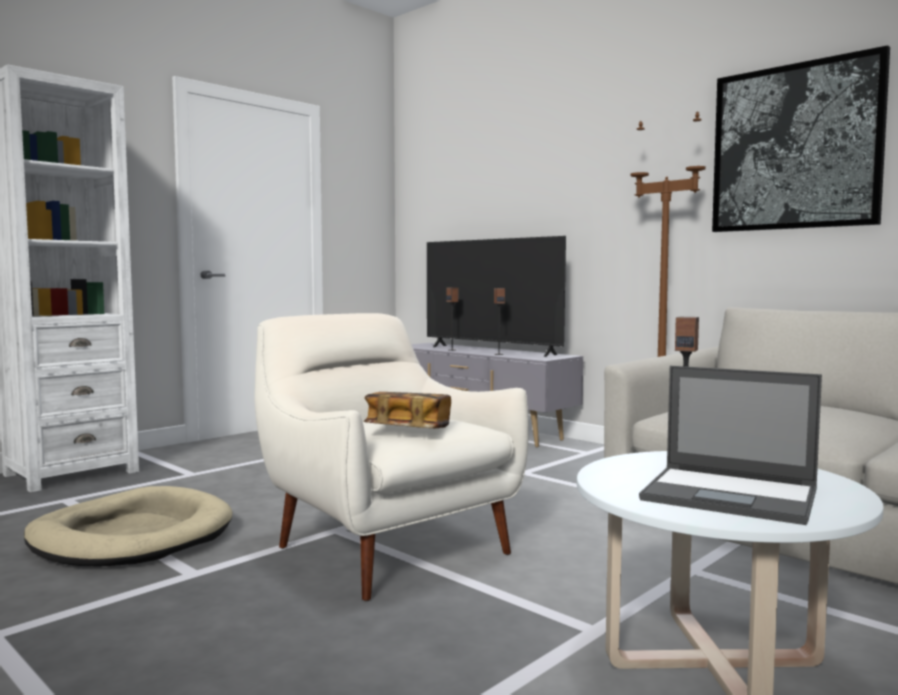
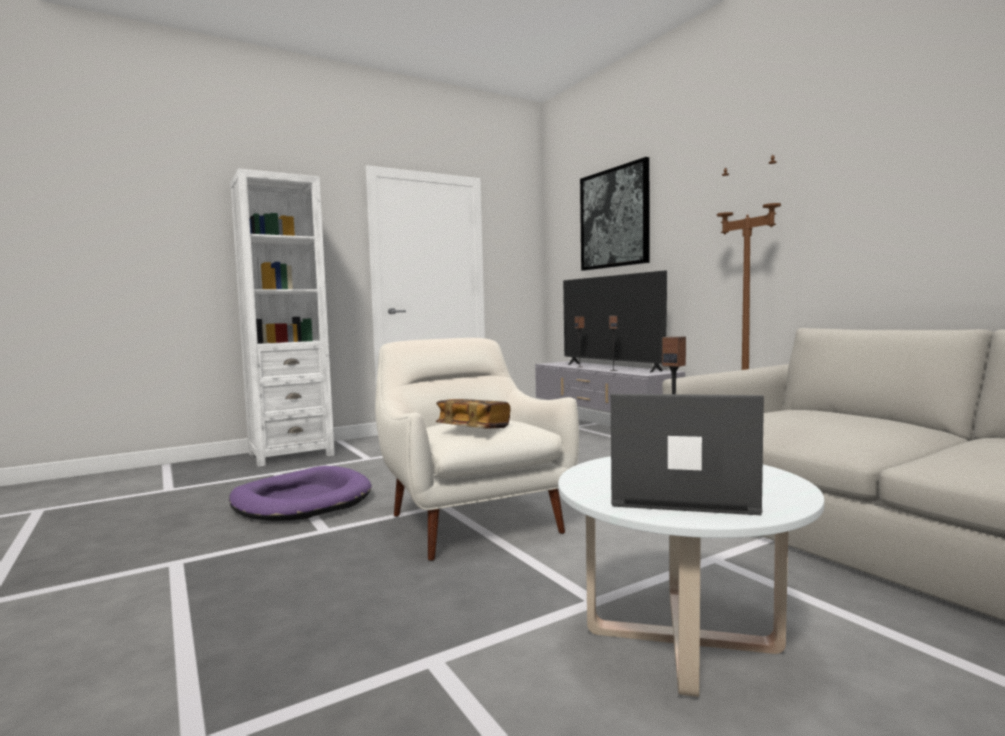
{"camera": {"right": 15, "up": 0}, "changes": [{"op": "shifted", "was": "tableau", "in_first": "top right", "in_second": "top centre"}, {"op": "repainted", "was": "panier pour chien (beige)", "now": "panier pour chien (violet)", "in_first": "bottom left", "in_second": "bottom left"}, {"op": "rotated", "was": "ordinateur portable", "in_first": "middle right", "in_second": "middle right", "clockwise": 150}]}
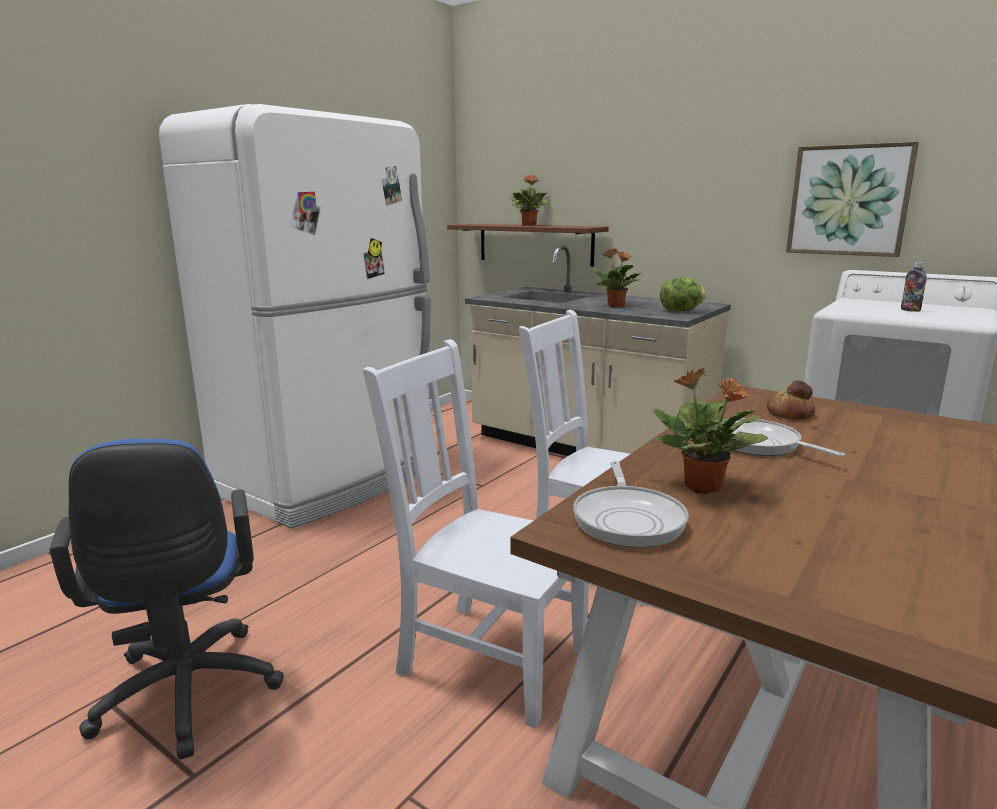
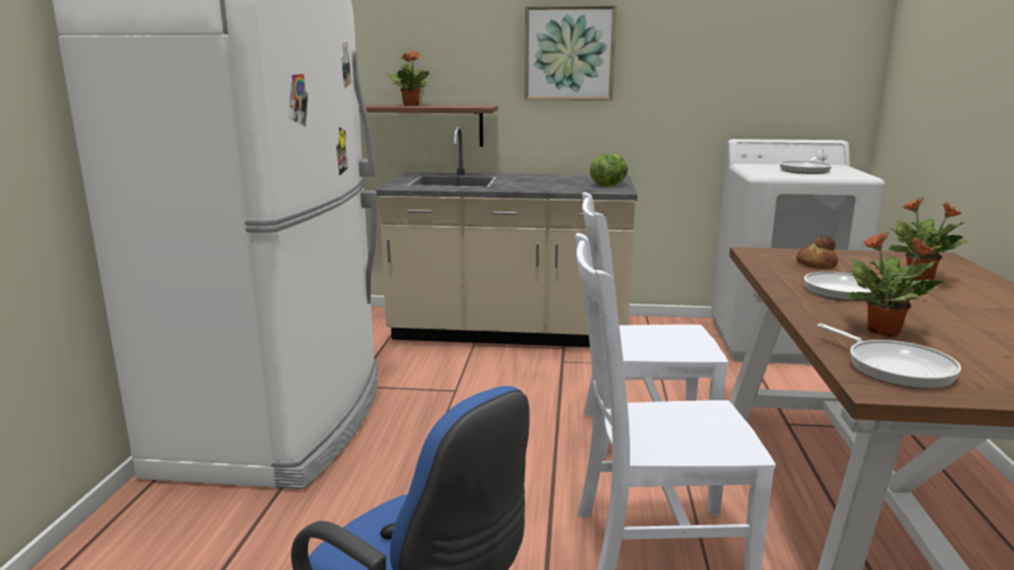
{"camera": {"right": -30, "up": 0}, "changes": [{"op": "shifted", "was": "plante en pot (no. 2 from left in the first image)", "now": "plante en pot (no. 3 from left)", "in_first": "centre", "in_second": "middle right"}, {"op": "shifted", "was": "tableau", "in_first": "top right", "in_second": "top centre"}, {"op": "swapped", "was": "bouteille", "now": "poêle (no. 1 from left)", "in_first": "middle right", "in_second": "top right"}]}
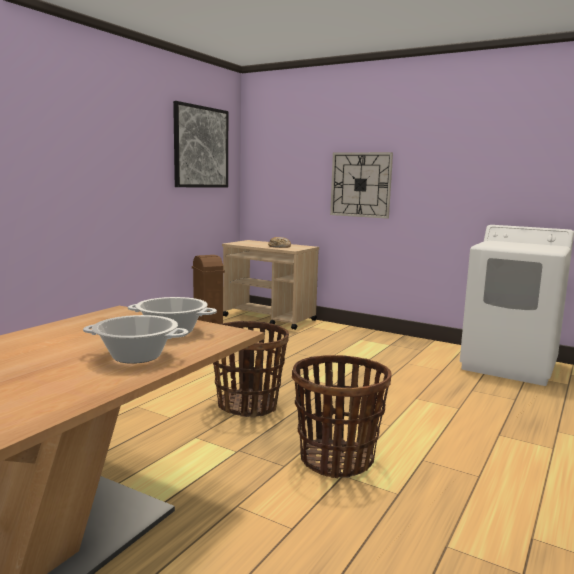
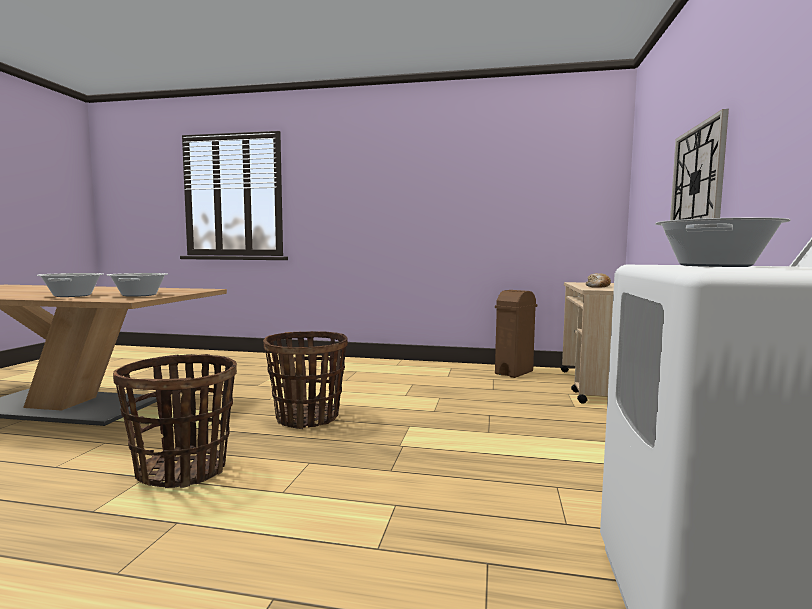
{"camera": {"right": 70, "up": -5}, "changes": [{"op": "gone", "was": "tableau", "in_first": "top centre"}, {"op": "new", "now": "marmite (no. 3 from left)", "in_second": "middle right"}]}
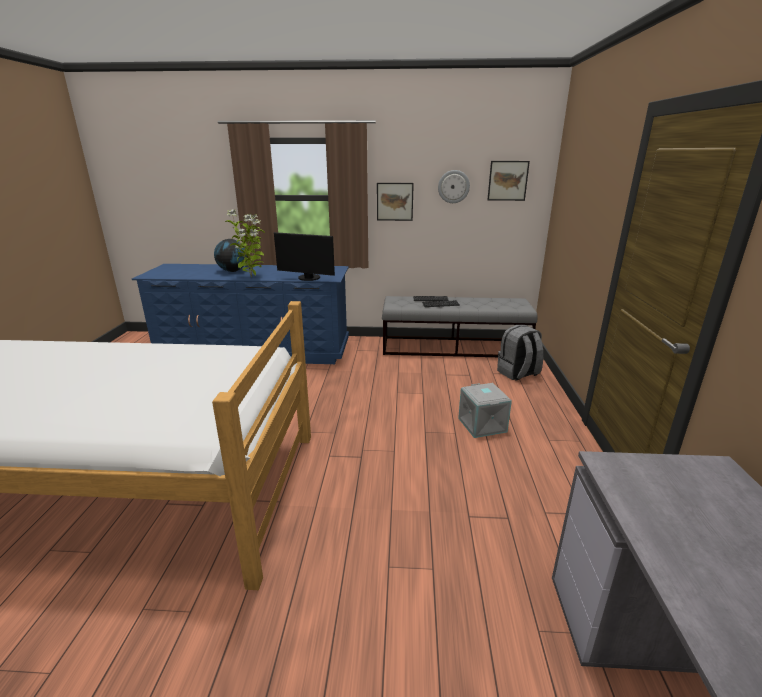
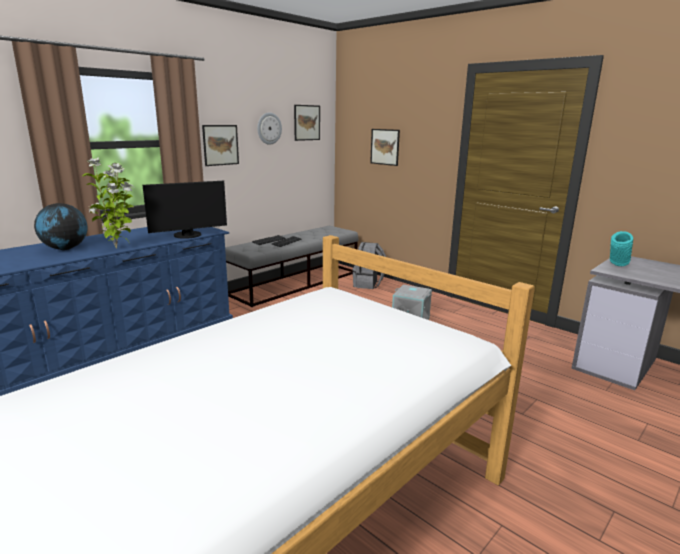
{"camera": {"right": -50, "up": -5}, "changes": [{"op": "new", "now": "tableau (no. 3 from left)", "in_second": "top centre"}, {"op": "new", "now": "vase (turquoise)", "in_second": "middle right"}]}
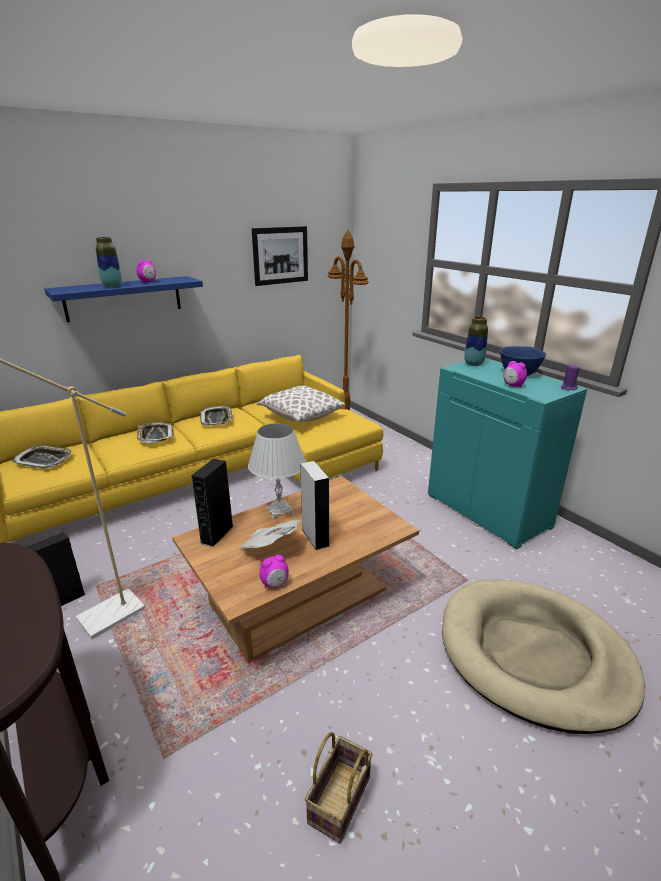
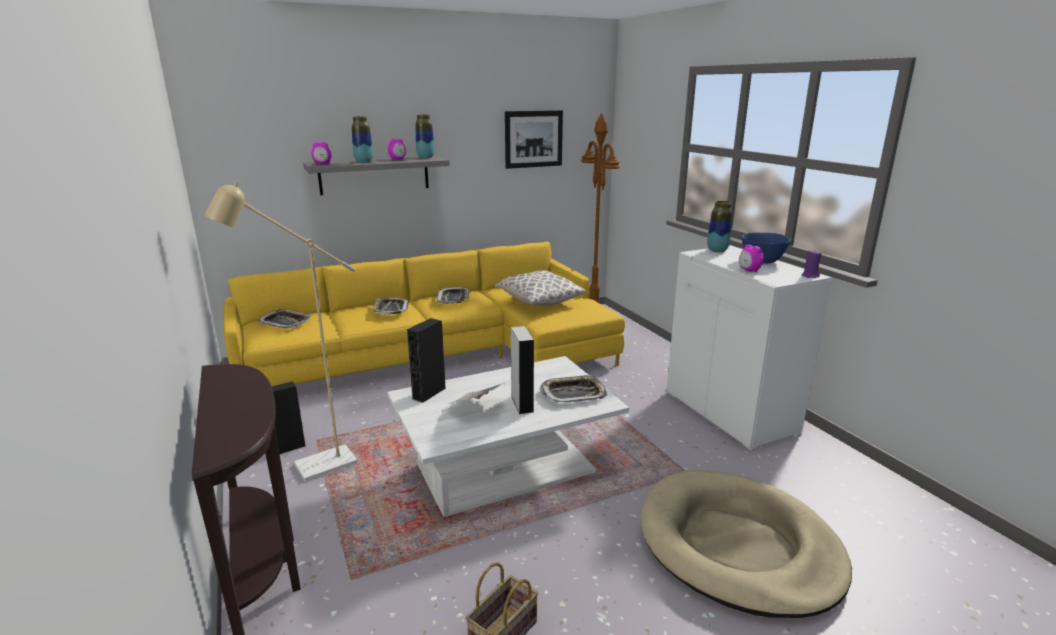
{"camera": {"right": 10, "up": -5}, "changes": [{"op": "gone", "was": "lampe de table (blanc)", "in_first": "centre"}, {"op": "new", "now": "vase (no. 2 from left)", "in_second": "top centre"}, {"op": "new", "now": "plateau (no. 4 from left)", "in_second": "centre"}, {"op": "shifted", "was": "réveil (no. 2 from left in the first image)", "now": "réveil (no. 1 from left)", "in_first": "centre", "in_second": "top left"}, {"op": "repainted", "was": "étagère (bleu)", "now": "étagère (gris)", "in_first": "middle left", "in_second": "top centre"}, {"op": "repainted", "was": "table basse (marron)", "now": "table basse (blanc)", "in_first": "centre", "in_second": "bottom centre"}, {"op": "repainted", "was": "meuble de rangement (turquoise)", "now": "meuble de rangement (blanc)", "in_first": "middle right", "in_second": "middle right"}]}
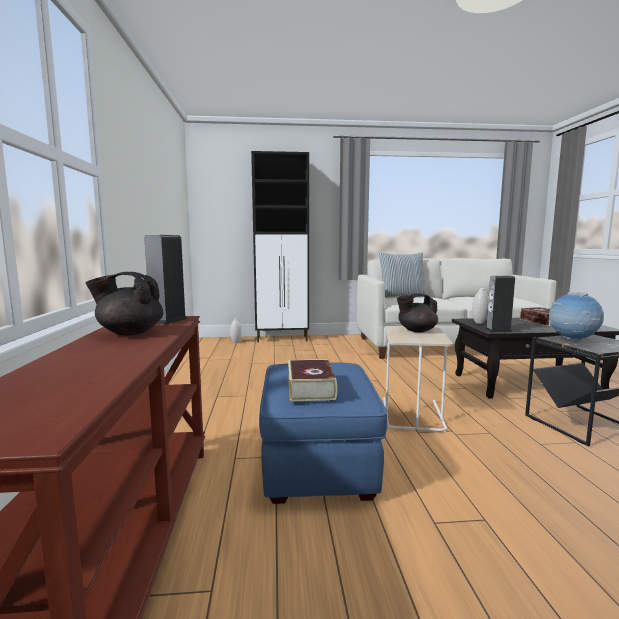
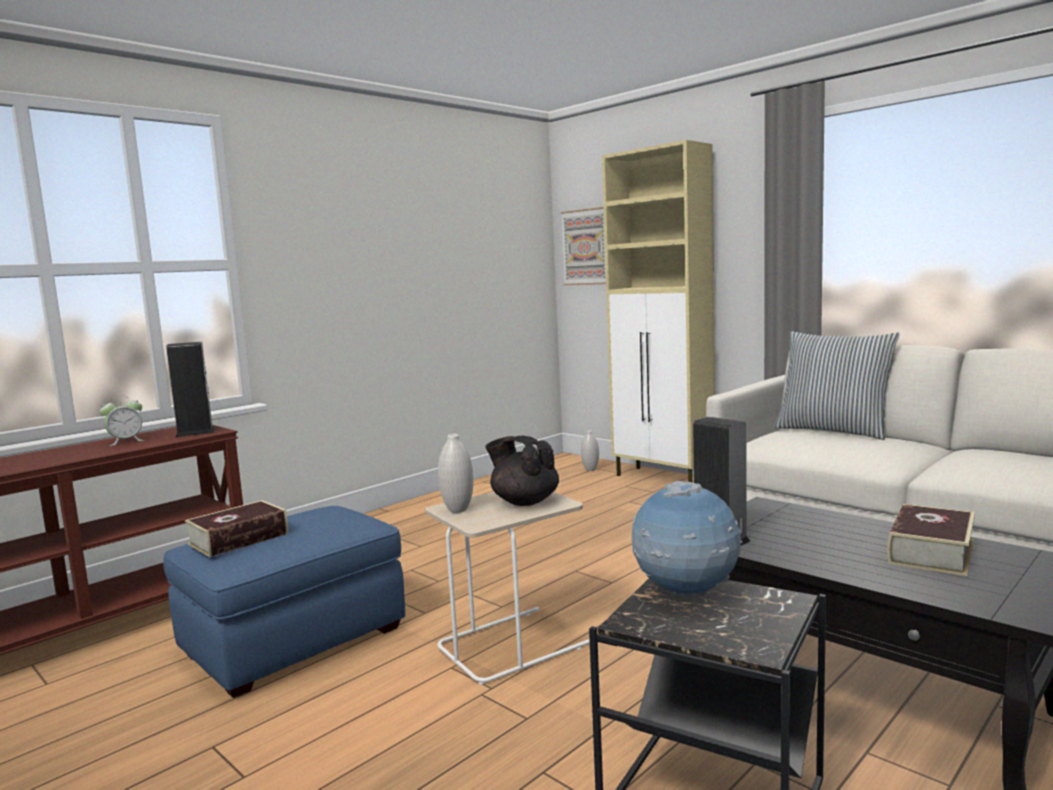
{"camera": {"right": 50, "up": 0}, "changes": [{"op": "new", "now": "tableau", "in_second": "top centre"}, {"op": "shifted", "was": "vase (blanc) (no. 2 from left in the first image)", "now": "vase (blanc) (no. 1 from left)", "in_first": "middle right", "in_second": "centre"}, {"op": "swapped", "was": "théière (noir) (no. 1 from left)", "now": "réveil", "in_first": "middle left", "in_second": "middle left"}, {"op": "repainted", "was": "meuble de rangement (noir)", "now": "meuble de rangement (beige)", "in_first": "centre", "in_second": "centre"}]}
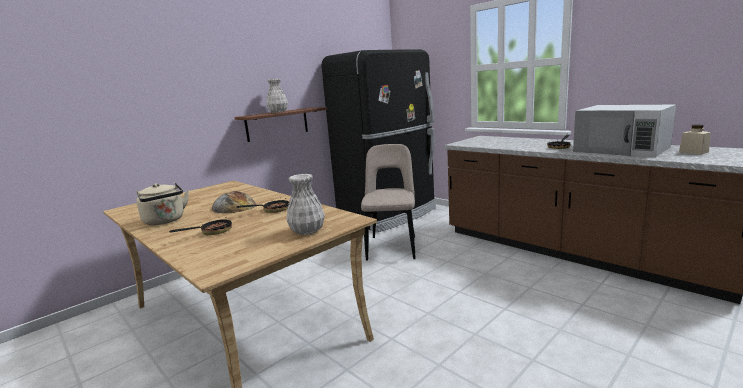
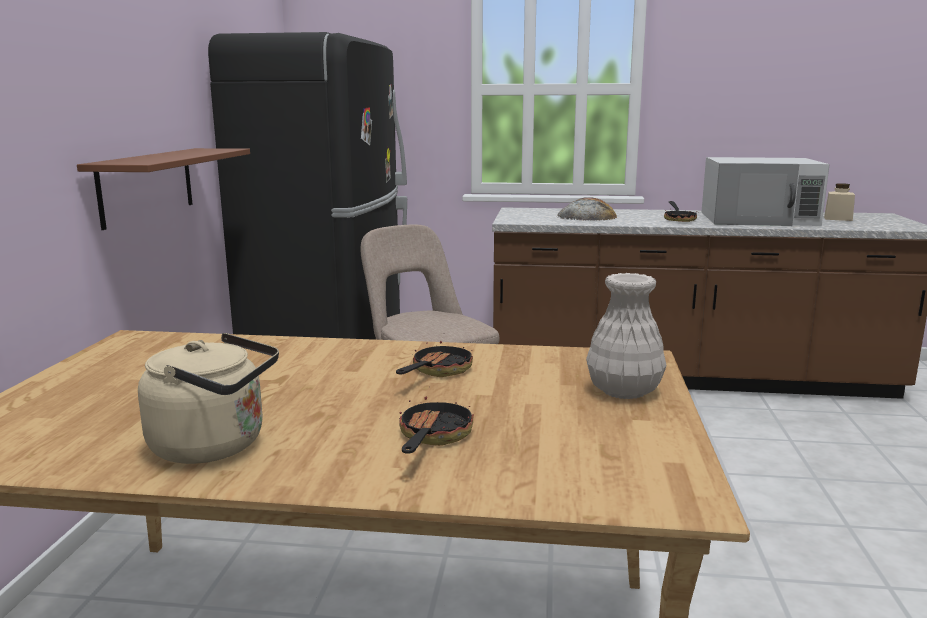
{"camera": {"right": -40, "up": 0}, "changes": [{"op": "gone", "was": "vase (blanc) (no. 1 from left)", "in_first": "top centre"}, {"op": "shifted", "was": "pain", "in_first": "middle left", "in_second": "centre"}]}
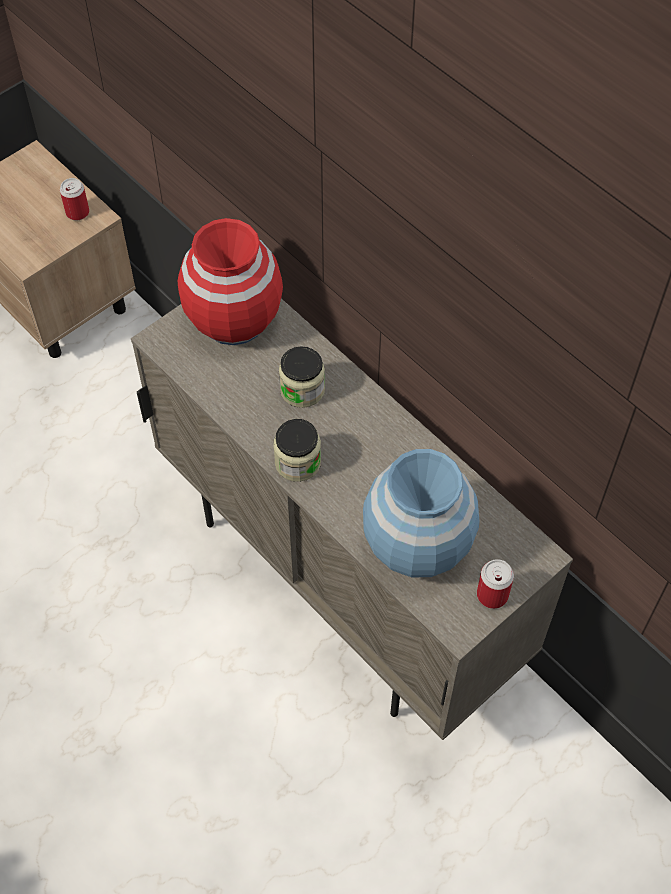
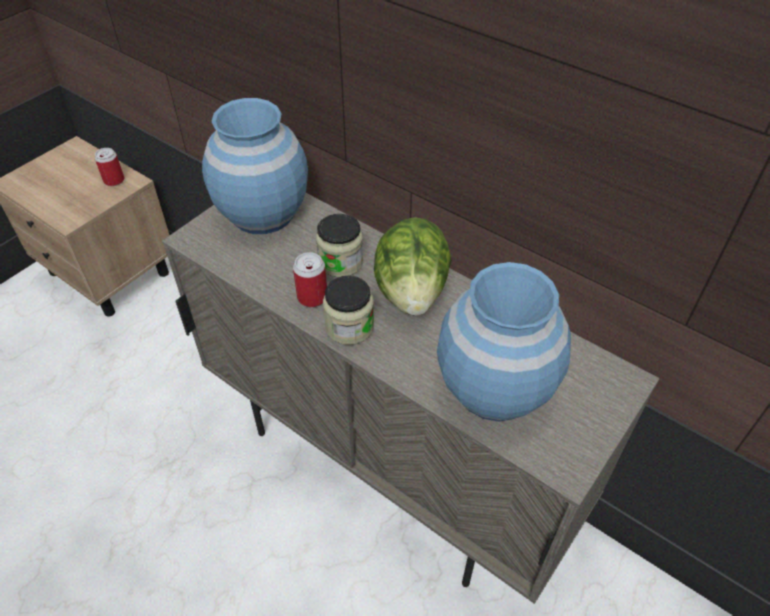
{"camera": {"right": -10, "up": -10}, "changes": [{"op": "new", "now": "laitue", "in_second": "centre"}, {"op": "shifted", "was": "boîte métallique (no. 2 from left)", "in_first": "middle right", "in_second": "centre"}, {"op": "repainted", "was": "vase (rouge)", "now": "vase (bleu) (no. 1 from left)", "in_first": "top centre", "in_second": "top left"}]}
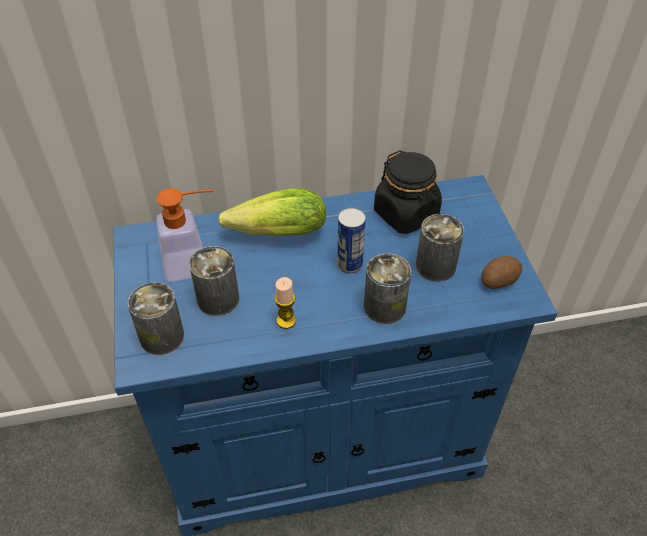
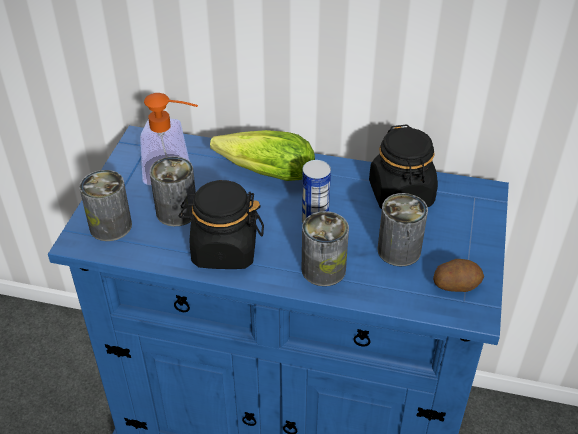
{"camera": {"right": 25, "up": -5}, "changes": [{"op": "swapped", "was": "bougie", "now": "bocal (noir) (no. 1 from left)", "in_first": "centre", "in_second": "centre"}]}
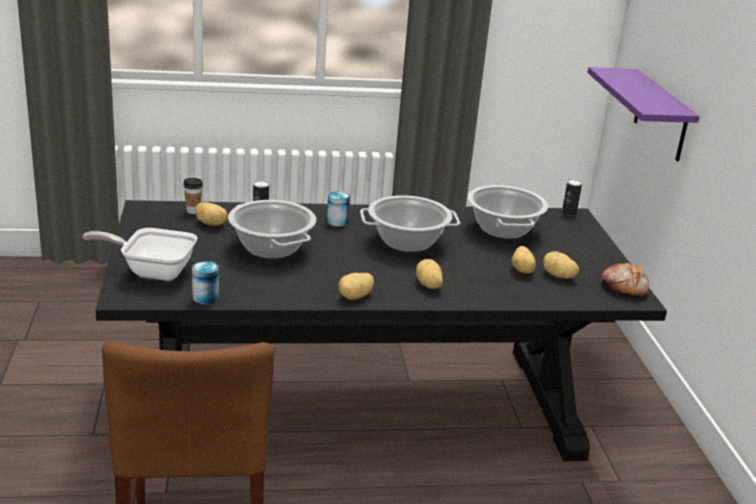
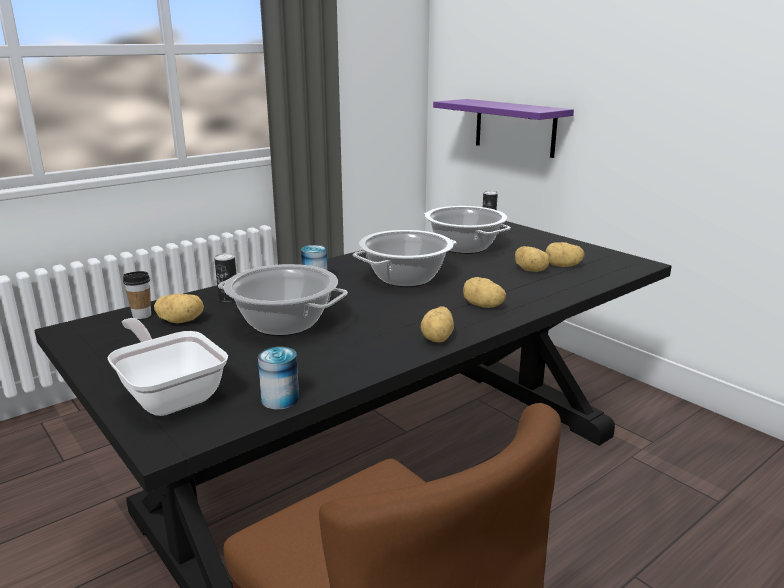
{"camera": {"right": -30, "up": -5}, "changes": [{"op": "gone", "was": "pain", "in_first": "middle right"}, {"op": "rotated", "was": "poêle", "in_first": "middle left", "in_second": "middle left", "clockwise": 75}]}
